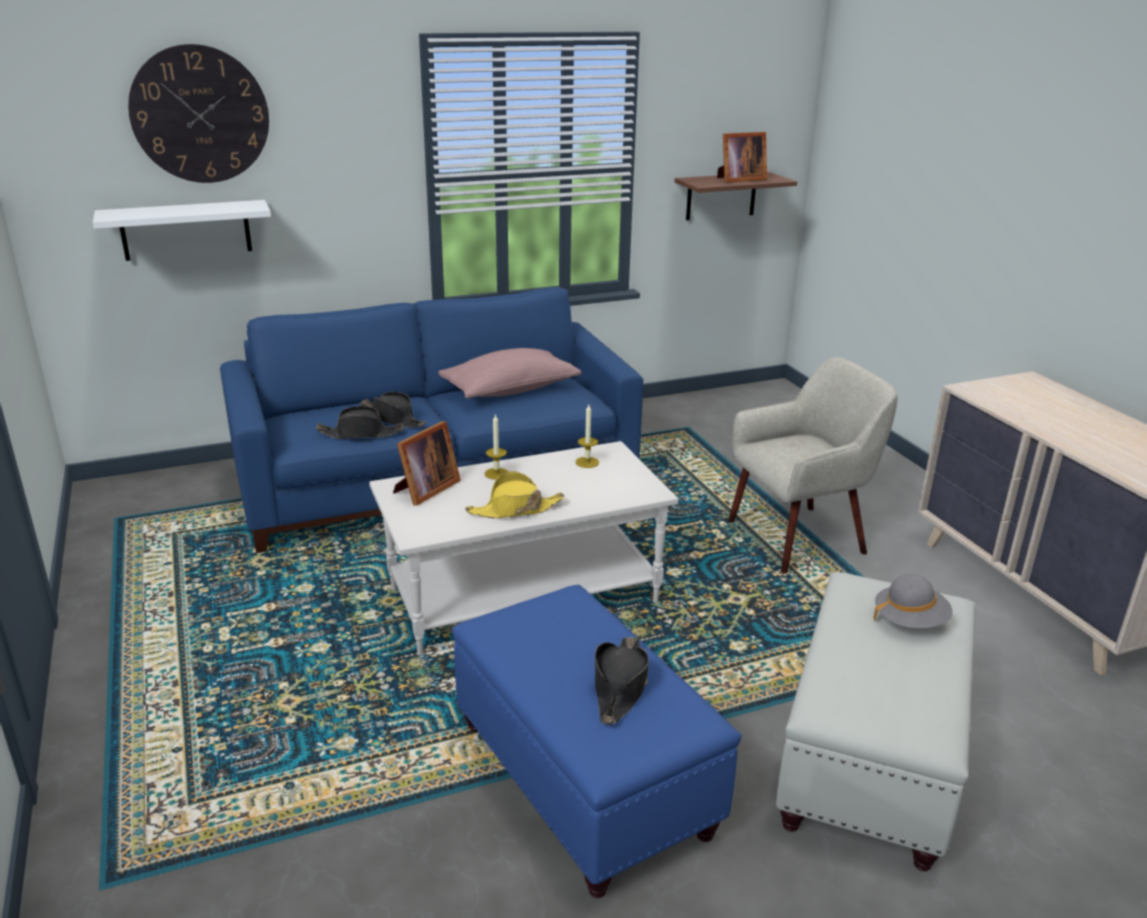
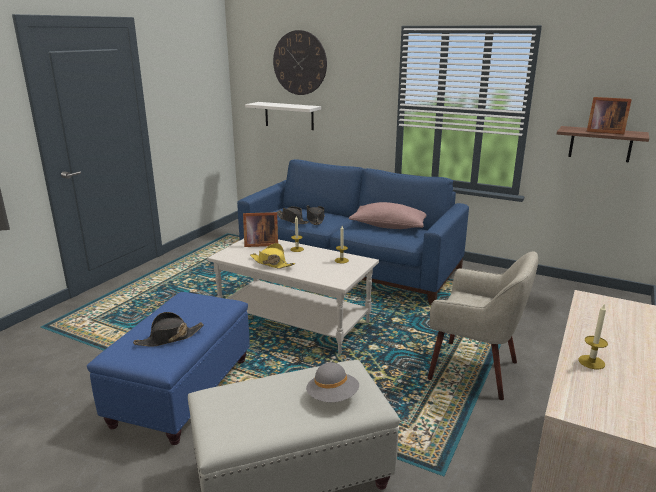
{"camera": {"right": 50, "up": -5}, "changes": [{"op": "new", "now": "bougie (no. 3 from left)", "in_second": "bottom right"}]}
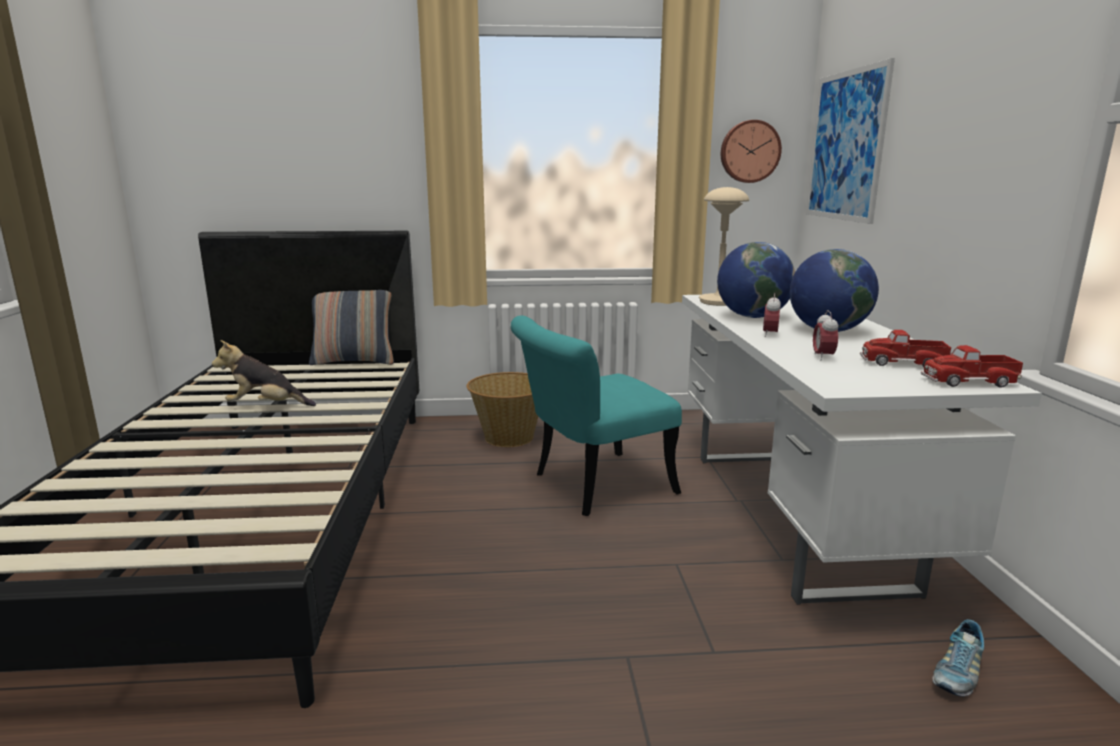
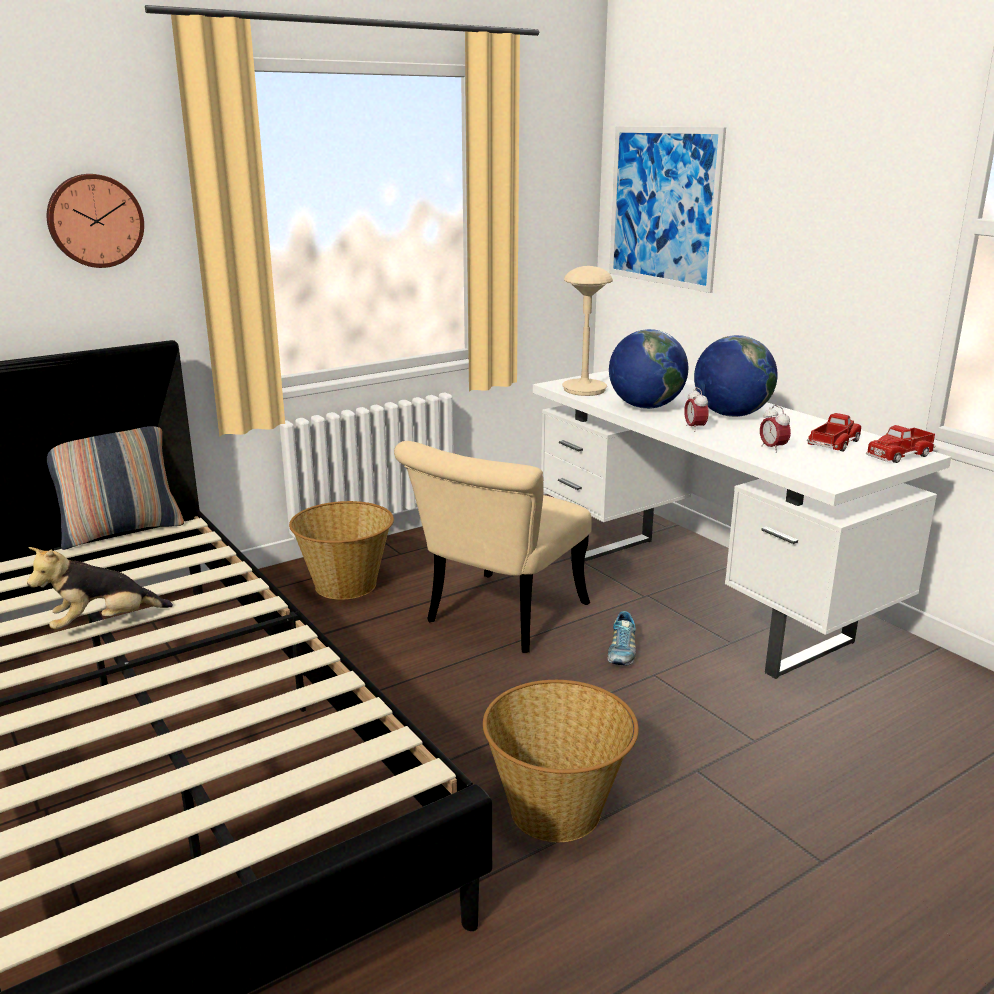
{"camera": {"right": -30, "up": 5}, "changes": [{"op": "new", "now": "panier (no. 2 from left)", "in_second": "bottom centre"}, {"op": "shifted", "was": "horloge murale", "in_first": "top right", "in_second": "top left"}, {"op": "shifted", "was": "chaussure", "in_first": "bottom right", "in_second": "centre"}, {"op": "repainted", "was": "chaise (turquoise)", "now": "chaise (beige)", "in_first": "centre", "in_second": "centre"}, {"op": "rotated", "was": "camion jouet (no. 1 from left)", "in_first": "middle right", "in_second": "middle right", "clockwise": 150}]}
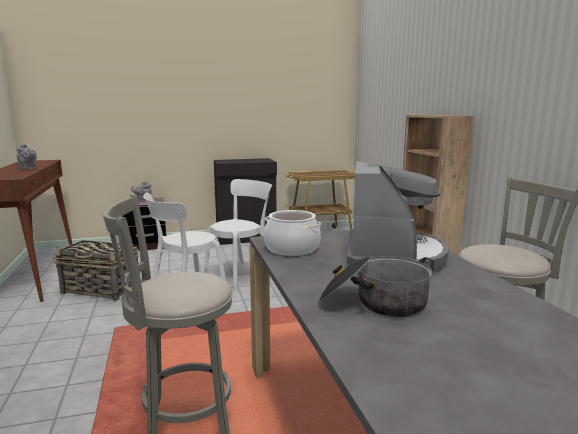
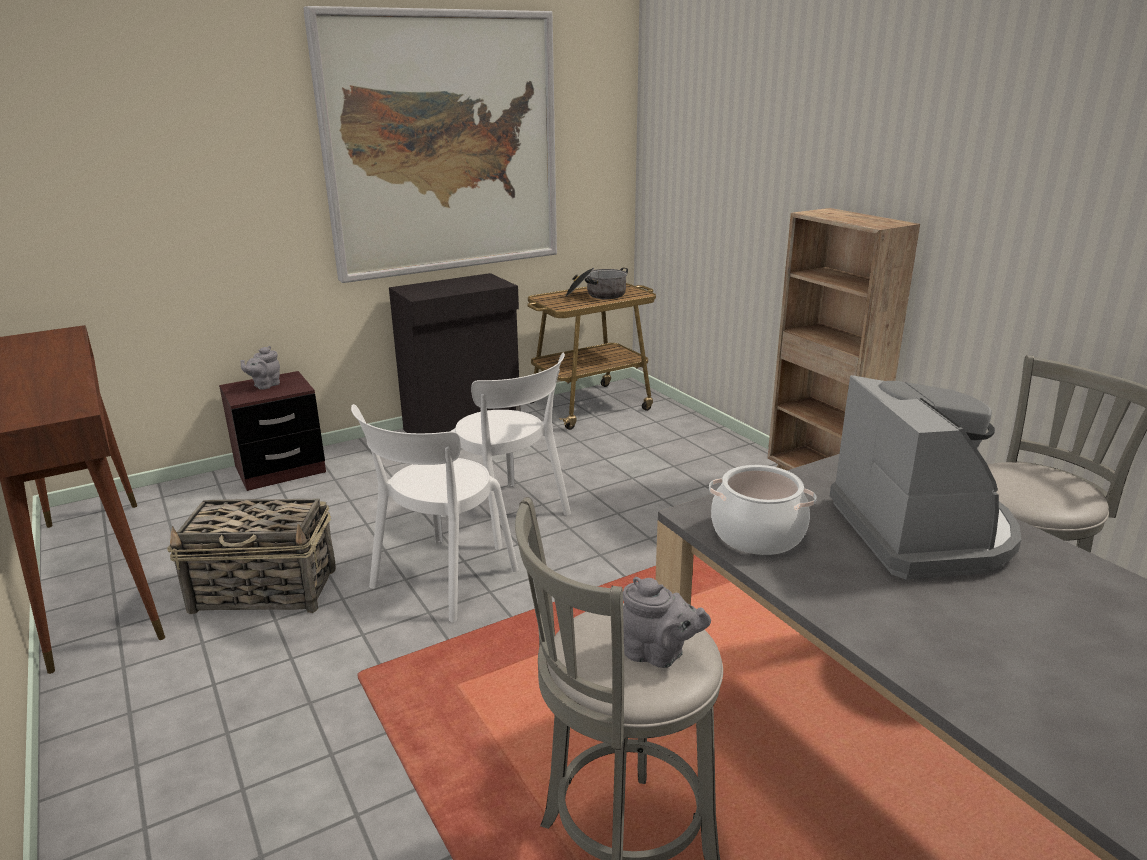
{"camera": {"right": -15, "up": 10}, "changes": [{"op": "new", "now": "tableau", "in_second": "top centre"}, {"op": "shifted", "was": "théière (gris) (no. 1 from left in the first image)", "now": "théière (gris) (no. 2 from left)", "in_first": "middle left", "in_second": "bottom centre"}, {"op": "shifted", "was": "marmite (no. 2 from left in the first image)", "now": "marmite (no. 1 from left)", "in_first": "centre", "in_second": "top centre"}, {"op": "rotated", "was": "chaise (blanc) (no. 2 from left)", "in_first": "centre", "in_second": "centre", "clockwise": 105}]}
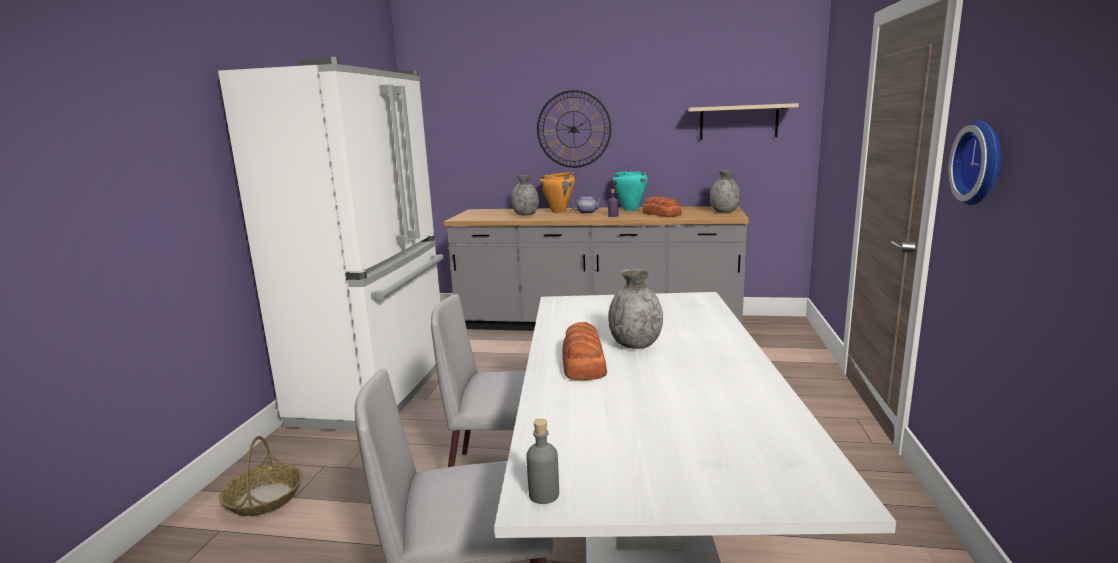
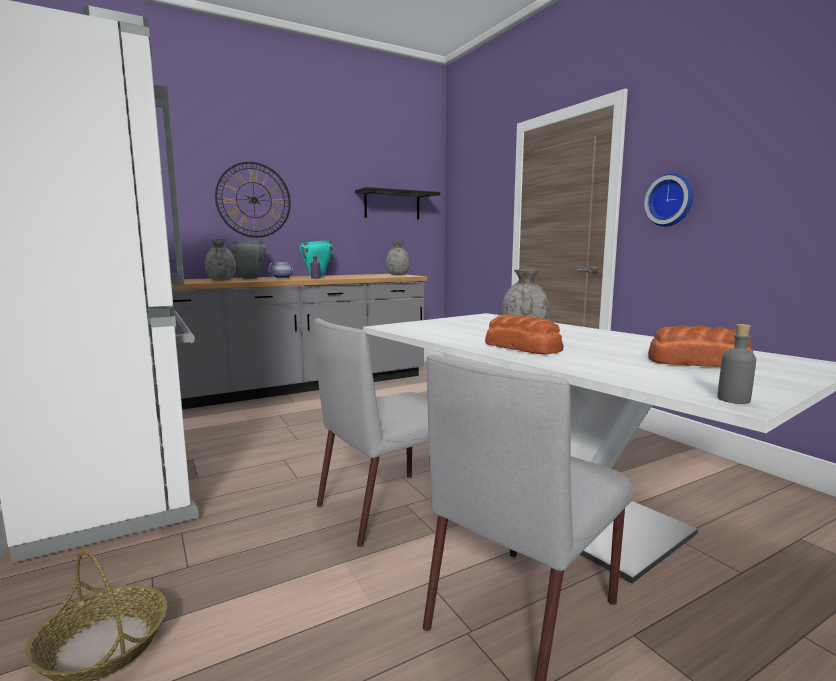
{"camera": {"right": -40, "up": -5}, "changes": [{"op": "shifted", "was": "pain (no. 2 from left)", "in_first": "centre", "in_second": "middle right"}, {"op": "repainted", "was": "marmite (orange)", "now": "marmite (gris)", "in_first": "centre", "in_second": "middle left"}, {"op": "repainted", "was": "étagère (beige)", "now": "étagère (noir)", "in_first": "top centre", "in_second": "top centre"}]}
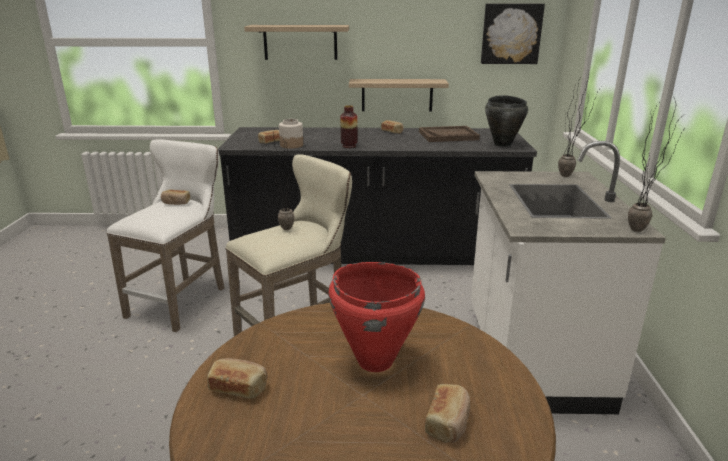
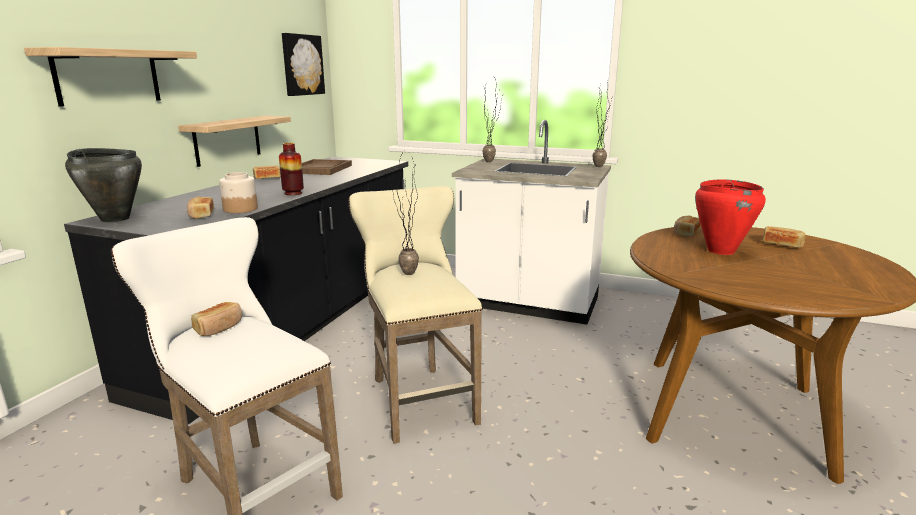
{"camera": {"right": -70, "up": -5}, "changes": [{"op": "shifted", "was": "pain (no. 2 from left in the first image)", "now": "pain (no. 4 from left)", "in_first": "bottom left", "in_second": "middle right"}, {"op": "shifted", "was": "marmite (noir)", "in_first": "top right", "in_second": "middle left"}]}
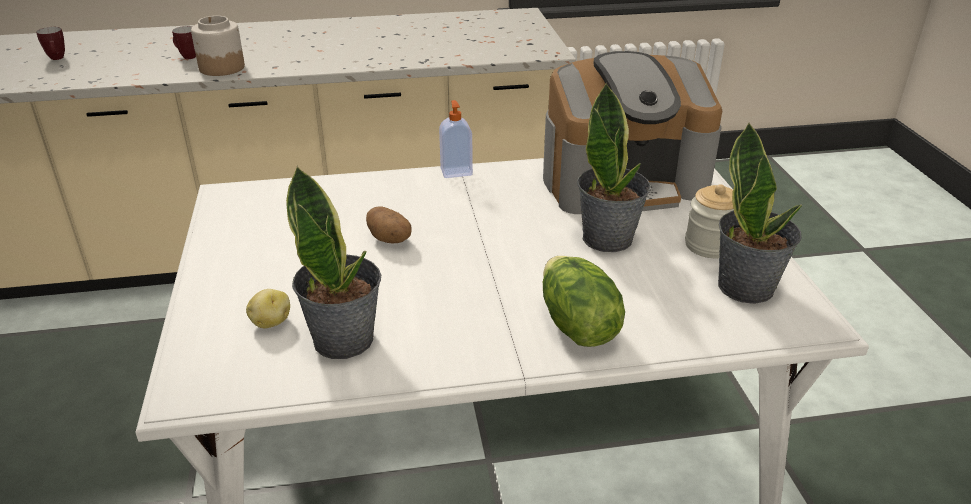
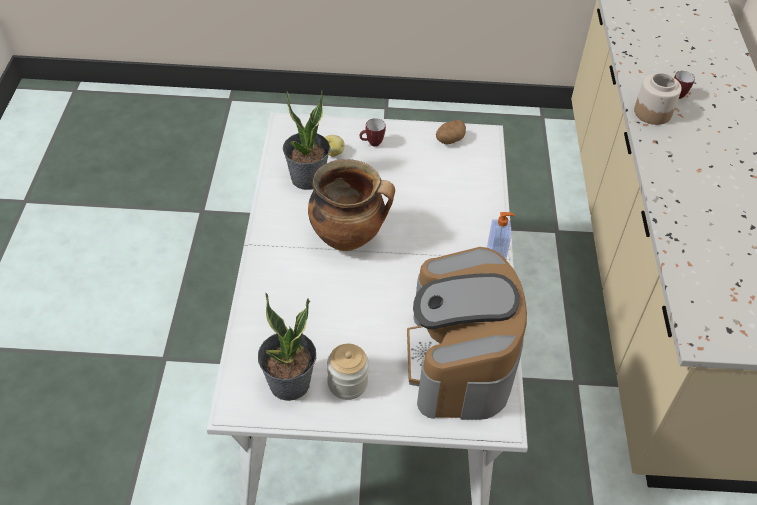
{"camera": {"right": 100, "up": 15}, "changes": [{"op": "gone", "was": "laitue", "in_first": "centre"}, {"op": "gone", "was": "plante en pot (no. 2 from left)", "in_first": "top centre"}, {"op": "new", "now": "marmite", "in_second": "centre"}, {"op": "shifted", "was": "mug (no. 1 from left)", "in_first": "top left", "in_second": "top centre"}, {"op": "shifted", "was": "pomme de terre (no. 2 from left)", "in_first": "centre", "in_second": "top centre"}]}
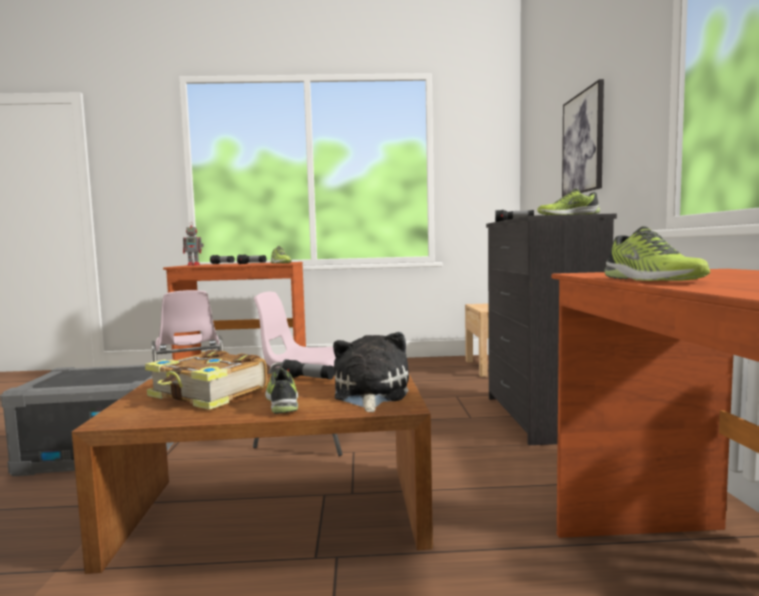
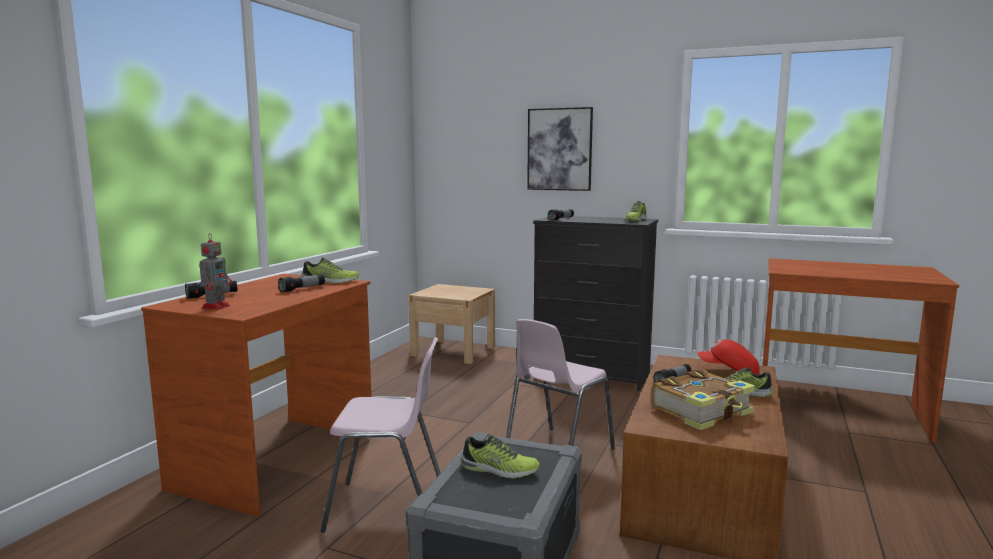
{"camera": {"right": -65, "up": 5}, "changes": [{"op": "shifted", "was": "chaussure (no. 4 from left in the first image)", "now": "chaussure (no. 2 from left)", "in_first": "middle right", "in_second": "bottom centre"}, {"op": "swapped", "was": "peluche", "now": "casquette (rouge)", "in_first": "centre", "in_second": "middle right"}]}
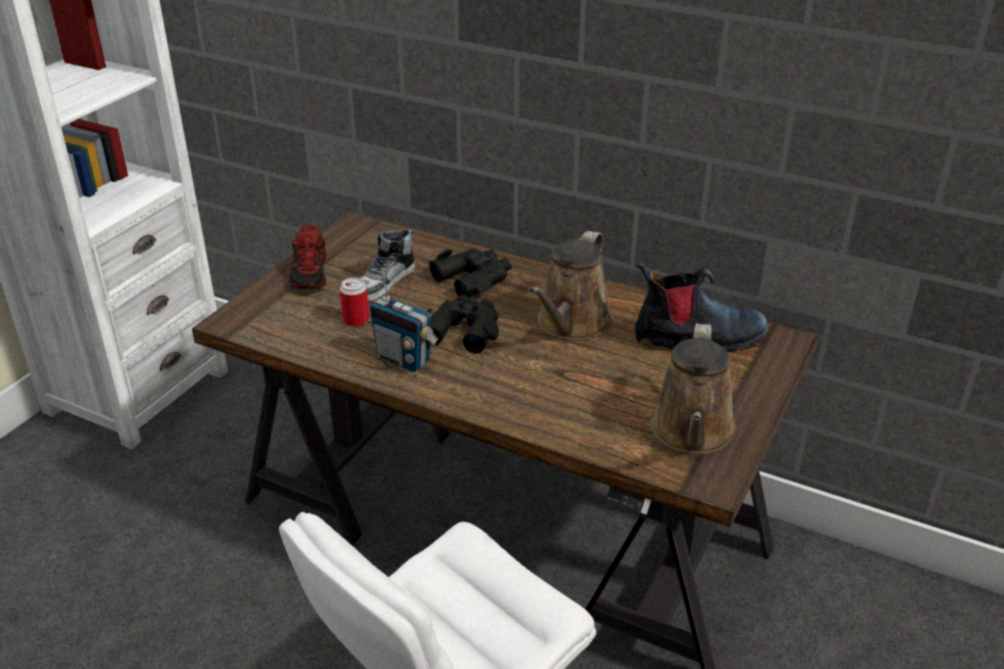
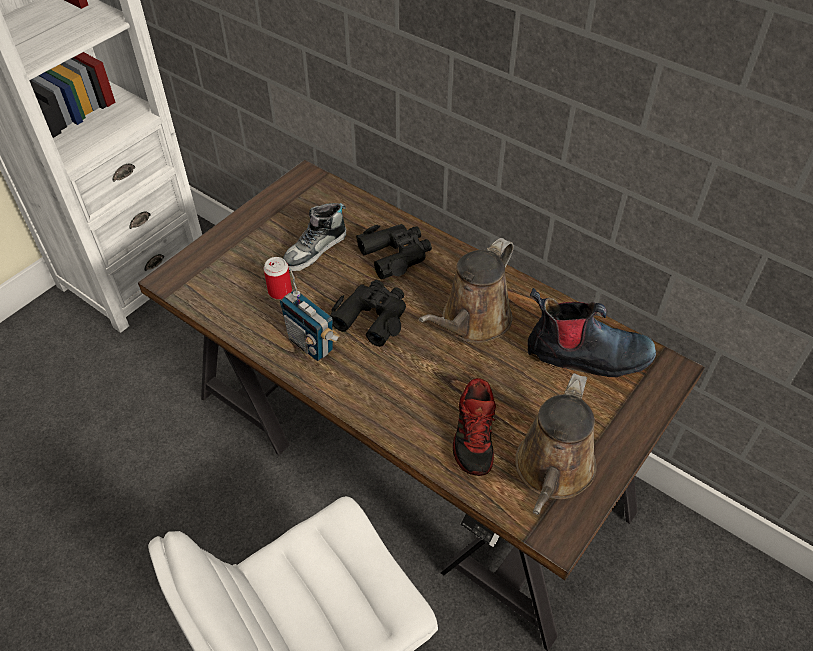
{"camera": {"right": 10, "up": 15}, "changes": [{"op": "shifted", "was": "chaussure (no. 1 from left in the first image)", "now": "chaussure (no. 2 from left)", "in_first": "middle left", "in_second": "centre"}]}
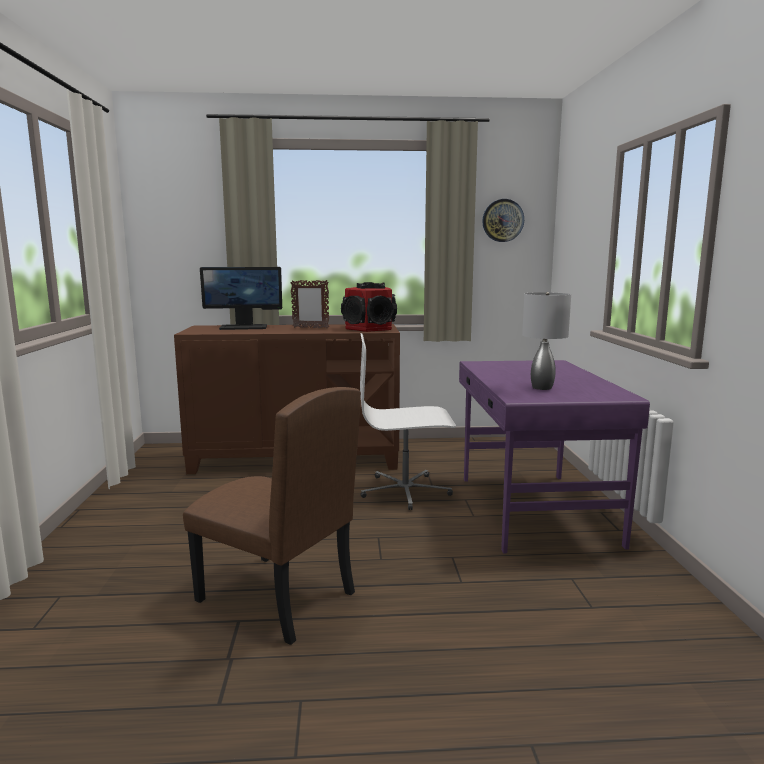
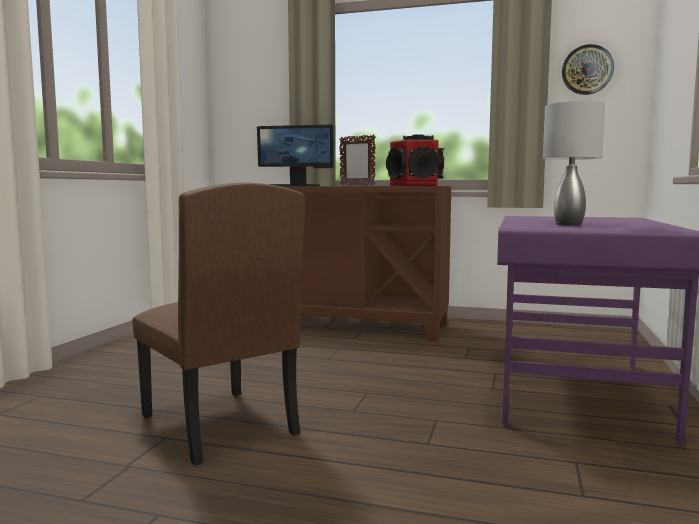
{"camera": {"right": 20, "up": -5}, "changes": [{"op": "gone", "was": "chaise de bureau (blanc)", "in_first": "centre"}]}
